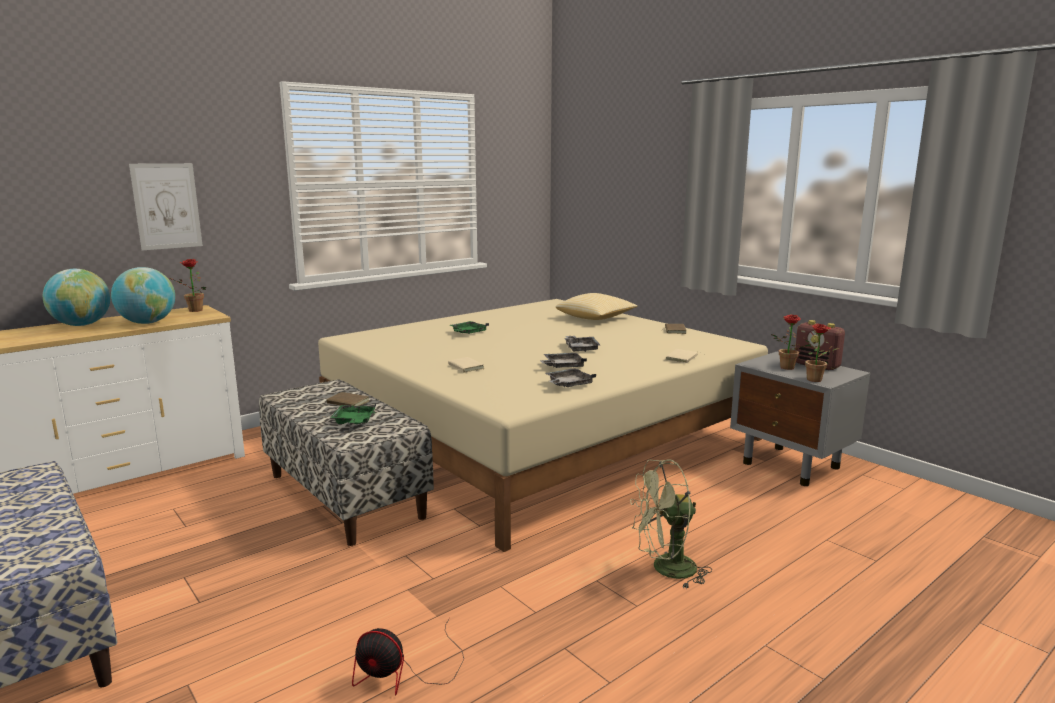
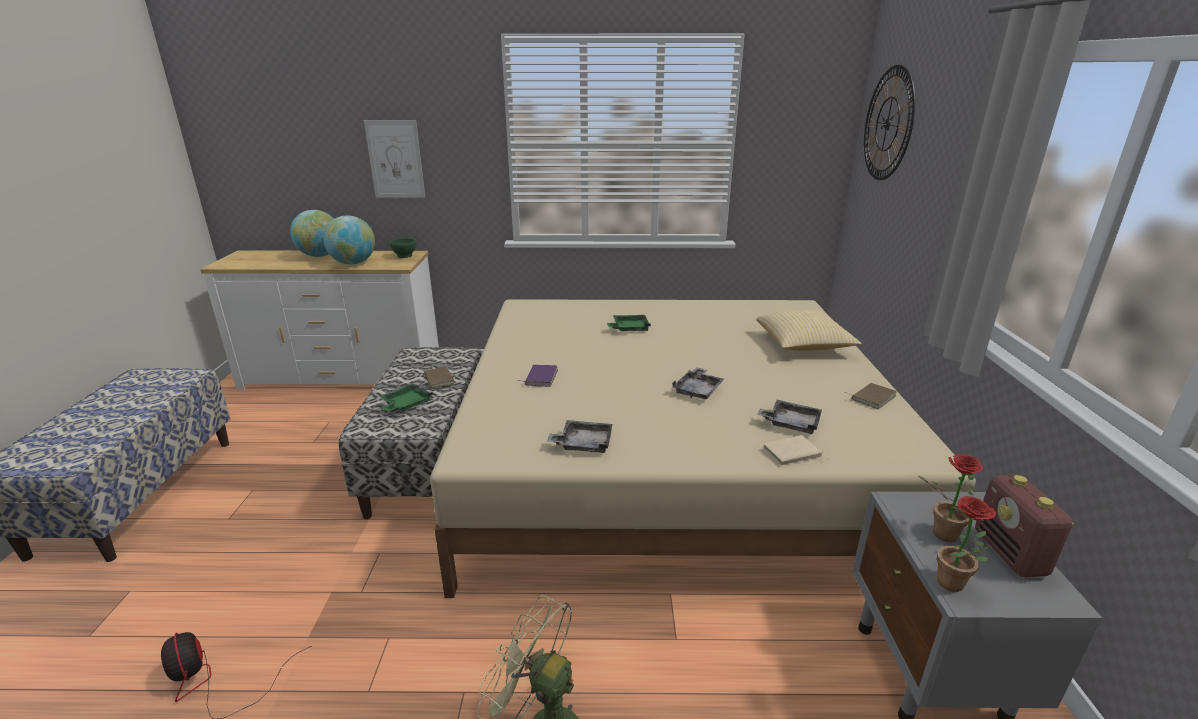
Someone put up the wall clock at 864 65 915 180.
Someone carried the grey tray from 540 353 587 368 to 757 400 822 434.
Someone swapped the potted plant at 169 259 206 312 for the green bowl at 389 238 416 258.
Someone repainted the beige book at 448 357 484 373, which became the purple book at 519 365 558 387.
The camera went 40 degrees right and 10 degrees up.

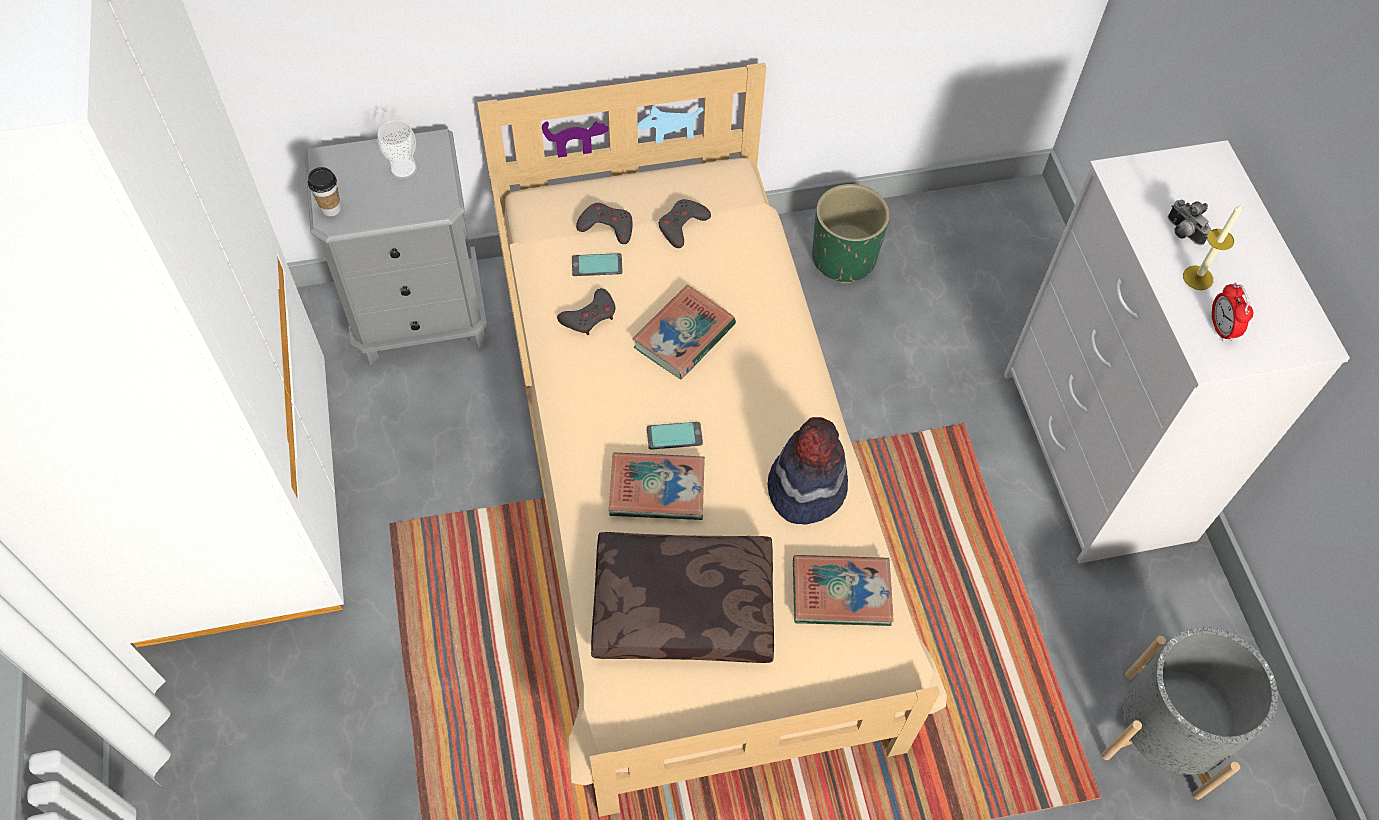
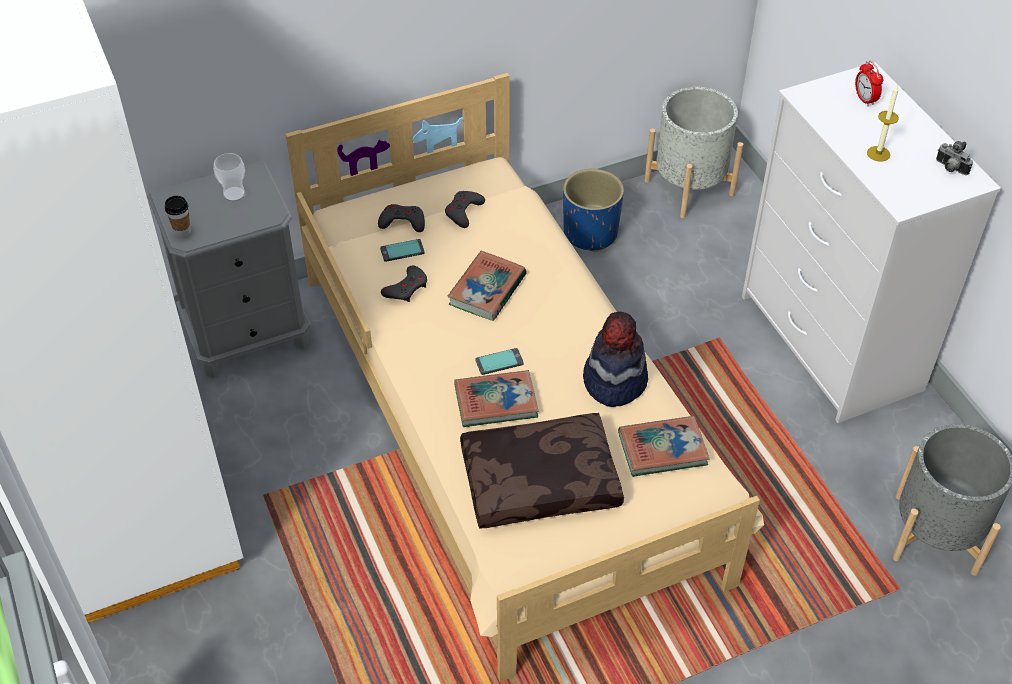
Someone put down the grey planter at 645 87 744 218.
Someone carried the photo camera from 1168 200 1211 245 to 936 141 973 175.
Someone carried the alarm clock from 1211 282 1253 342 to 855 61 883 107.
Someone repainted the green planter at 812 184 890 284, which became the blue planter at 563 169 624 252.
The camera went 10 degrees left and 10 degrees down.

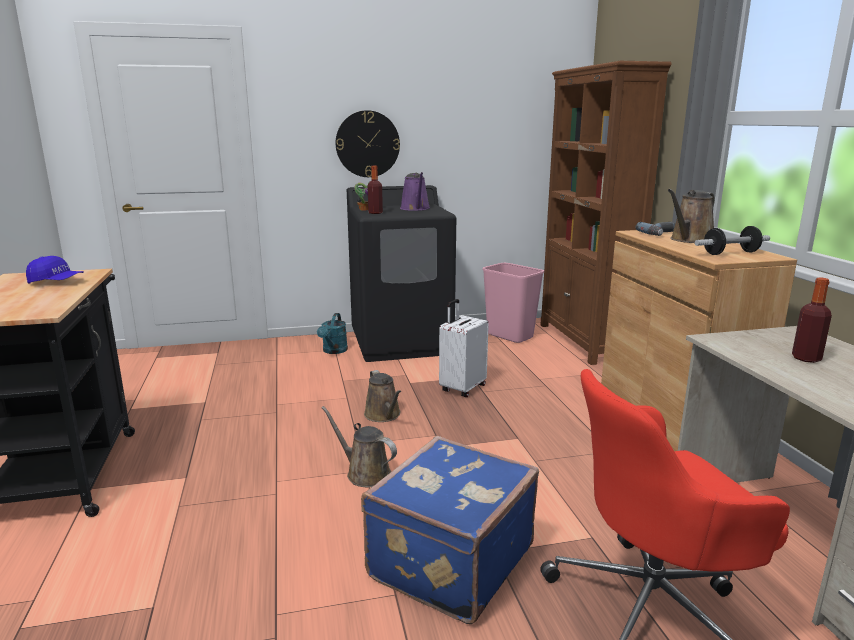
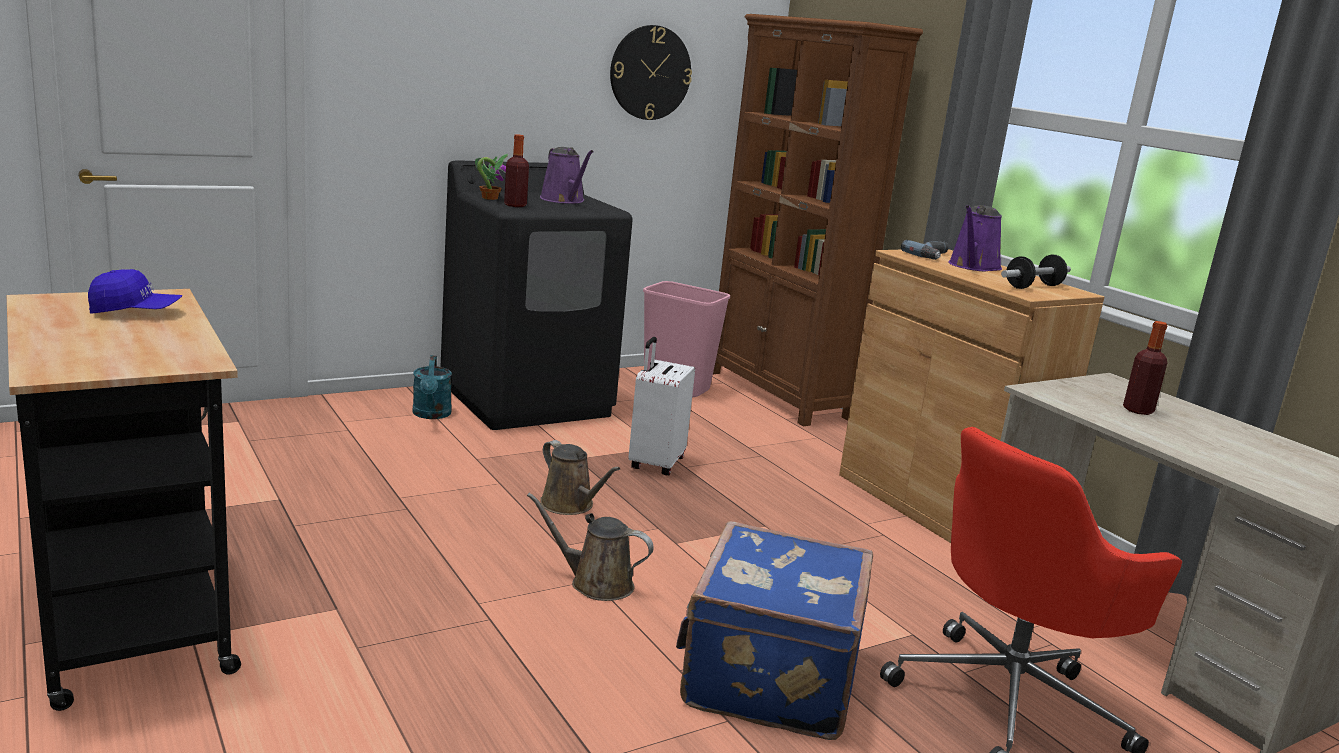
Someone carried the wall clock from 336 110 400 177 to 610 25 692 120.
Someone repainted the brown watering can at 668 189 715 243, which became the purple watering can at 948 205 1002 271.
The camera went 20 degrees left and 0 degrees up.

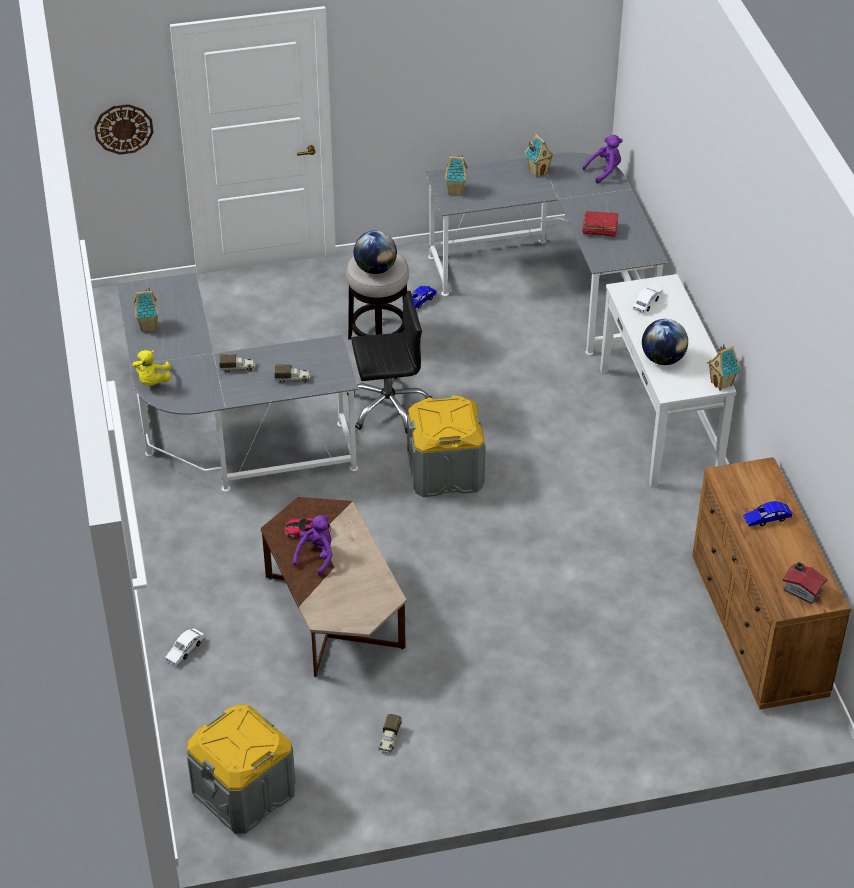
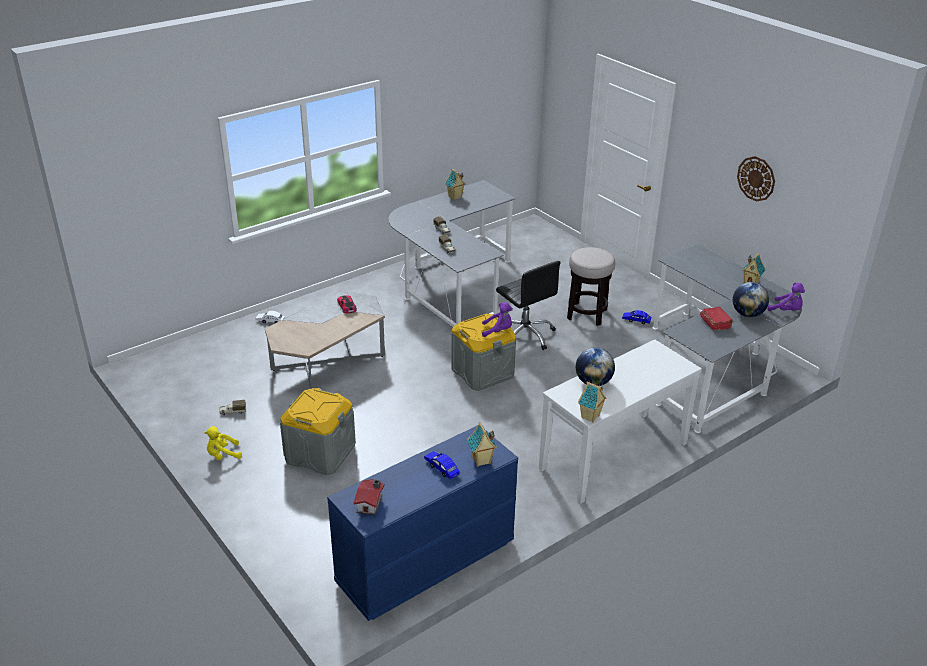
Someone took away the white toy car at 633 285 663 314.
Someone carried the wall clock from 94 104 154 155 to 737 156 775 201.
Someone carried the yellow plush toy from 132 350 172 386 to 204 426 242 460.
Someone carried the grey storage box from 187 705 296 834 to 280 388 356 475.
Someone carried the purple plush toy from 292 515 333 576 to 482 302 513 337.
Someone carried the globe from 354 231 397 274 to 733 282 769 317.
Someone carried the toy house from 445 155 468 195 to 467 422 497 467.
Someone repainted the brown coffee table at 261 497 406 677, which became the grey coffee table at 265 291 385 389.
Someone repainted the brown dresser at 692 457 851 710, which became the blue dresser at 327 425 518 621.
The camera went 65 degrees right and 10 degrees down.

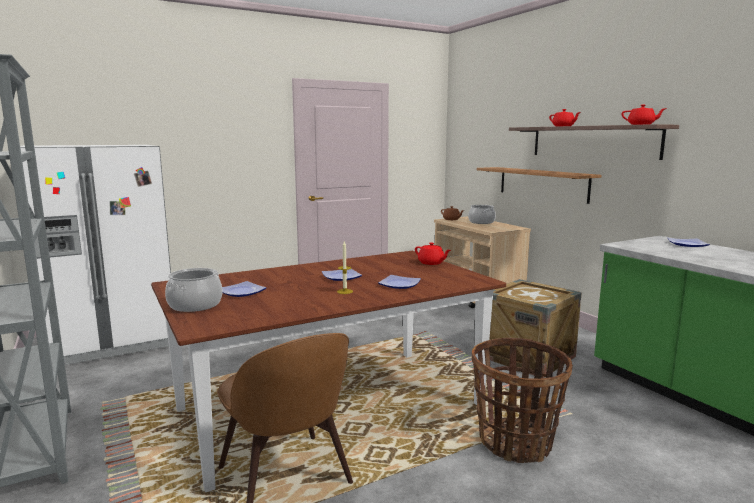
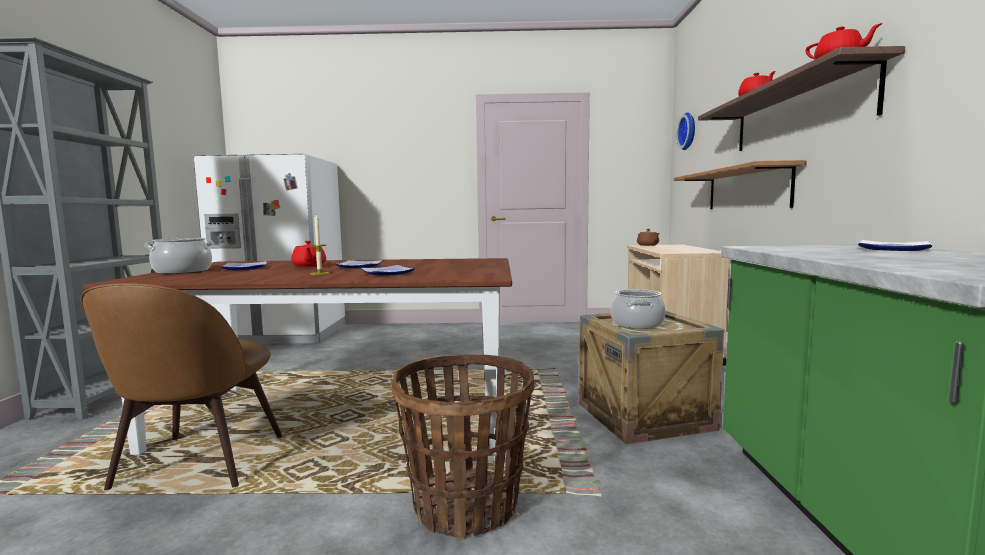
Someone put up the wall clock at 677 112 695 150.
Someone carried the red teapot from 415 242 451 265 to 291 241 326 267.
Someone carried the cooking pot from 468 205 496 224 to 611 289 666 329.
The camera went 30 degrees right and 5 degrees down.

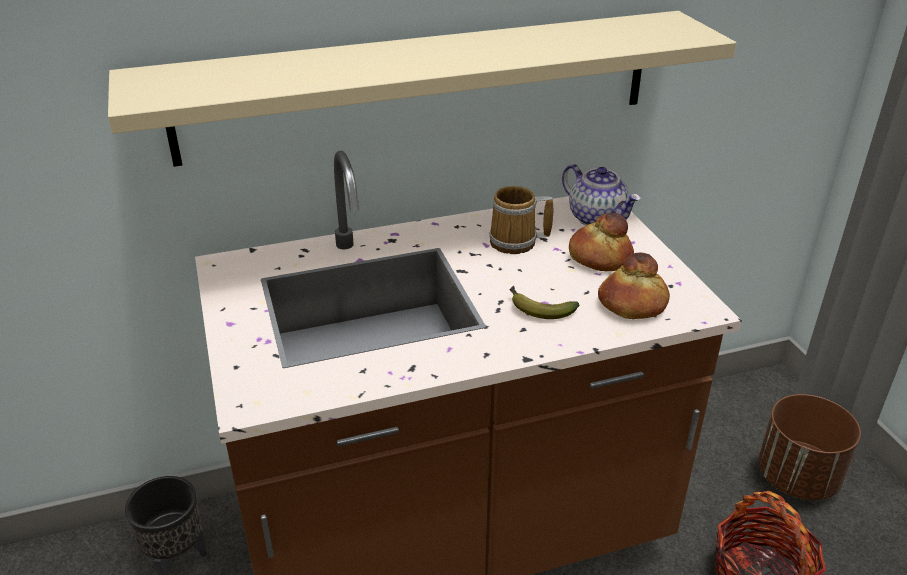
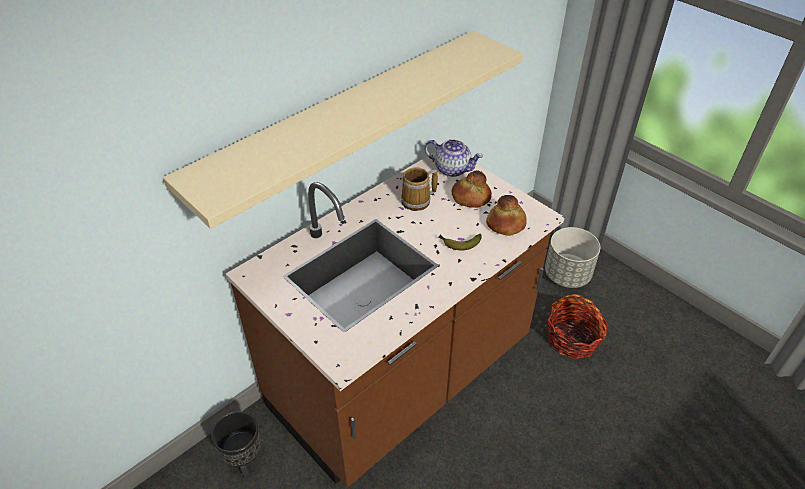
Someone repainted the brown planter at 758 394 861 500, which became the grey planter at 545 227 600 288.
The camera went 25 degrees left and 10 degrees up.

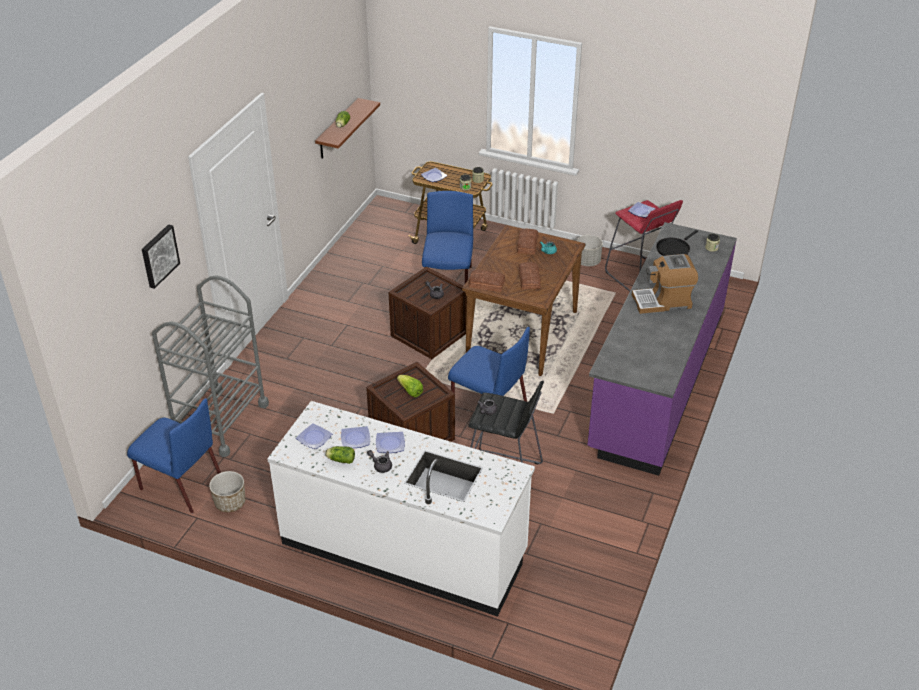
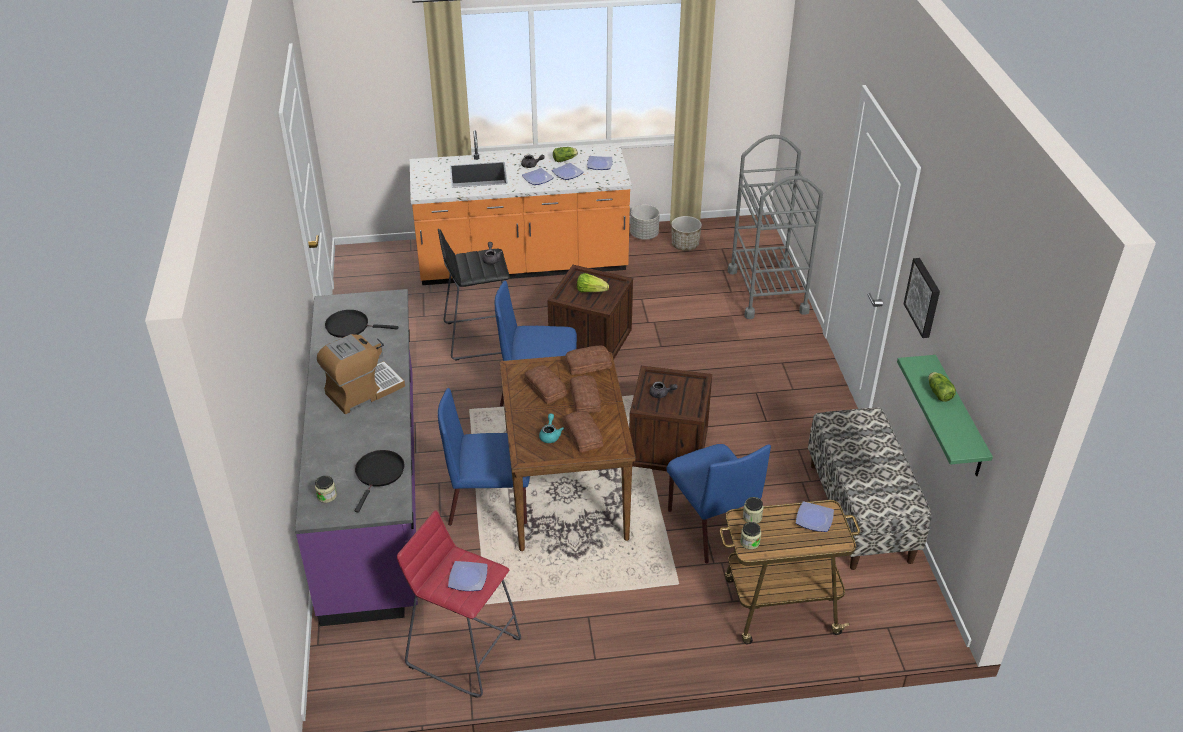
Someone put down the black frying pan at 325 310 399 338.
Someone put down the bread at 570 375 601 413.
Someone put down the bench at 808 408 932 570.
Someone carried the blue chair from 127 398 221 513 to 438 388 530 526.
Someone carried the picture from 142 224 180 289 to 904 258 940 338.
Someone carried the grey planter from 577 235 603 266 to 630 205 660 240.
Someone repainted the white counter at 267 401 535 617, which became the orange counter at 410 130 632 285.
Someone repainted the brown shelf at 315 98 380 159, which became the green shelf at 897 355 993 476.
The camera went 150 degrees right and 0 degrees up.

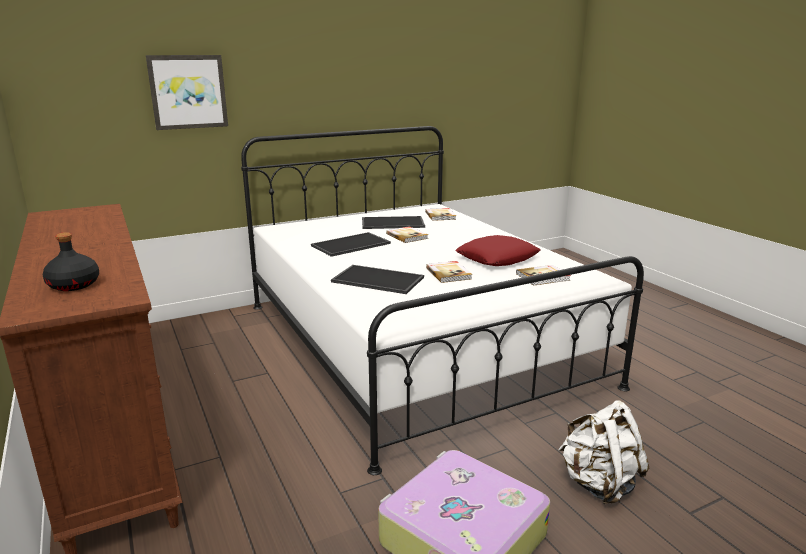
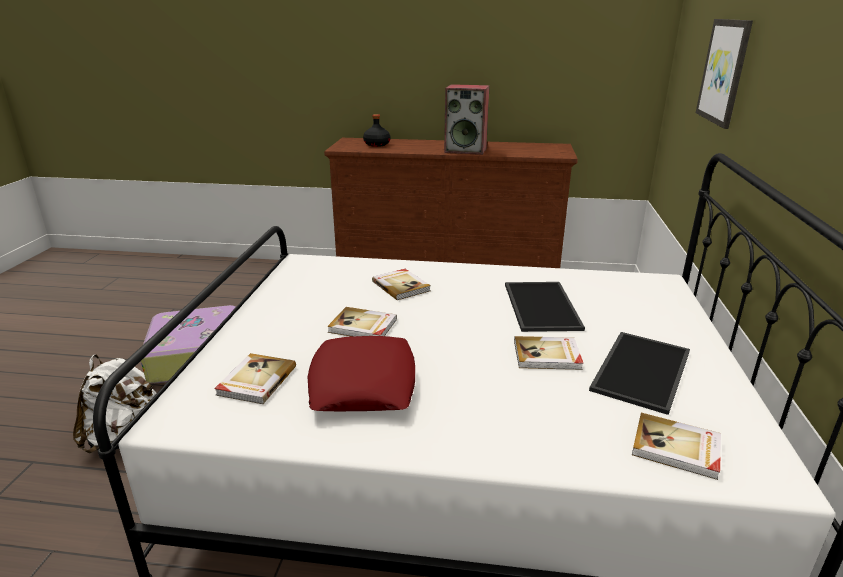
Someone put down the speaker at 444 84 490 155.
Someone swapped the tray at 331 265 424 294 for the book at 372 269 431 300.
The camera went 125 degrees right and 5 degrees up.

